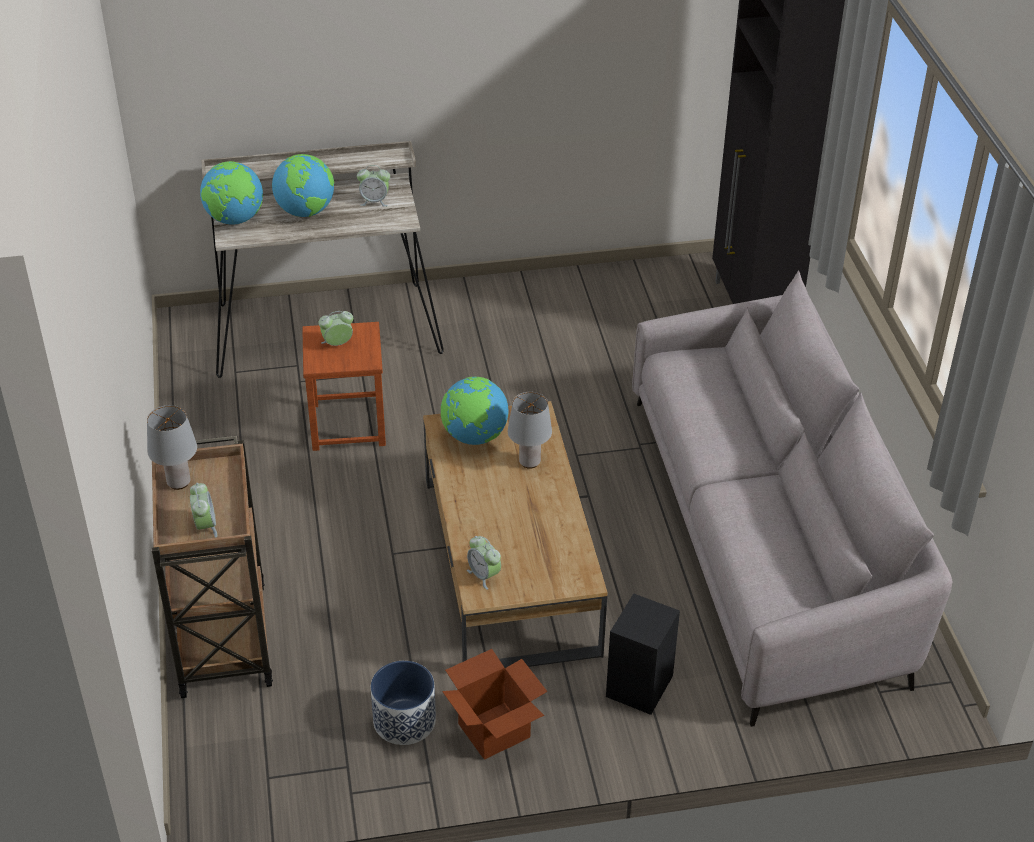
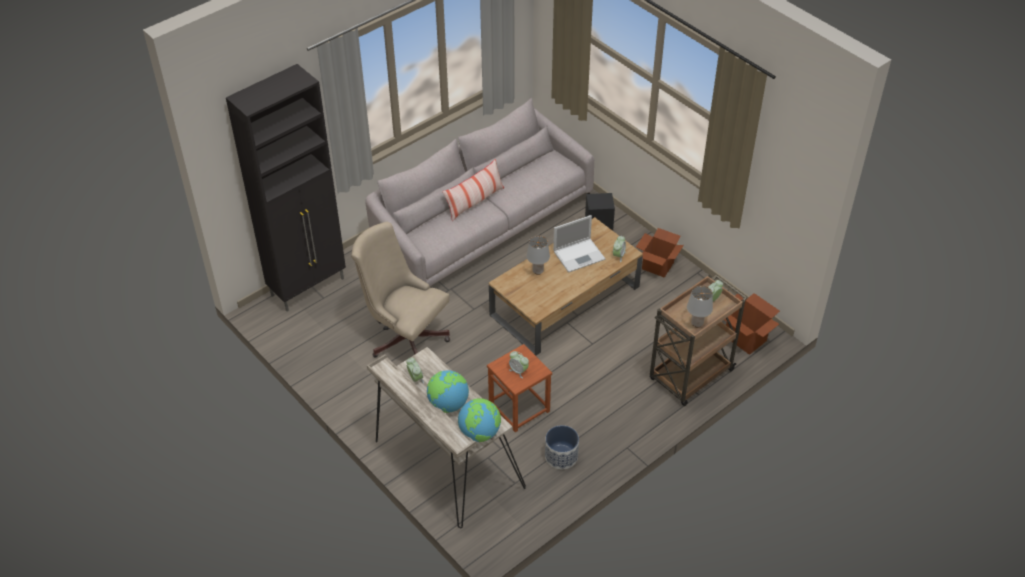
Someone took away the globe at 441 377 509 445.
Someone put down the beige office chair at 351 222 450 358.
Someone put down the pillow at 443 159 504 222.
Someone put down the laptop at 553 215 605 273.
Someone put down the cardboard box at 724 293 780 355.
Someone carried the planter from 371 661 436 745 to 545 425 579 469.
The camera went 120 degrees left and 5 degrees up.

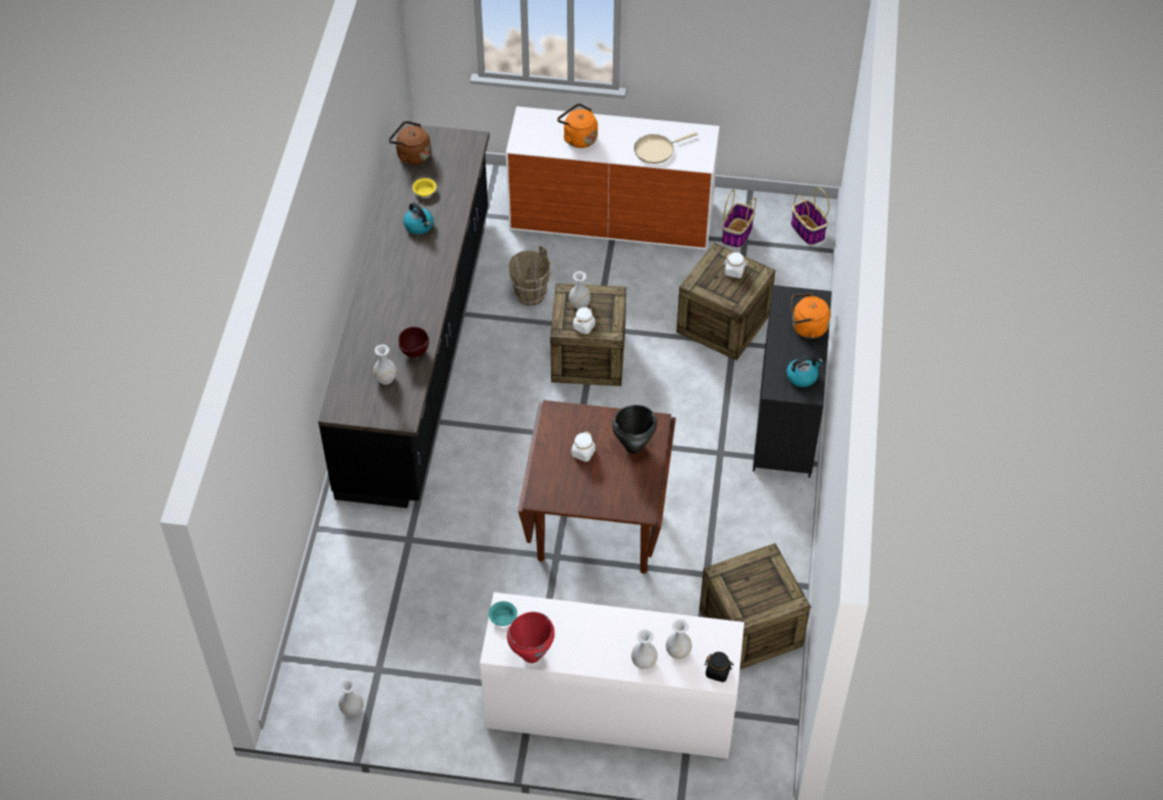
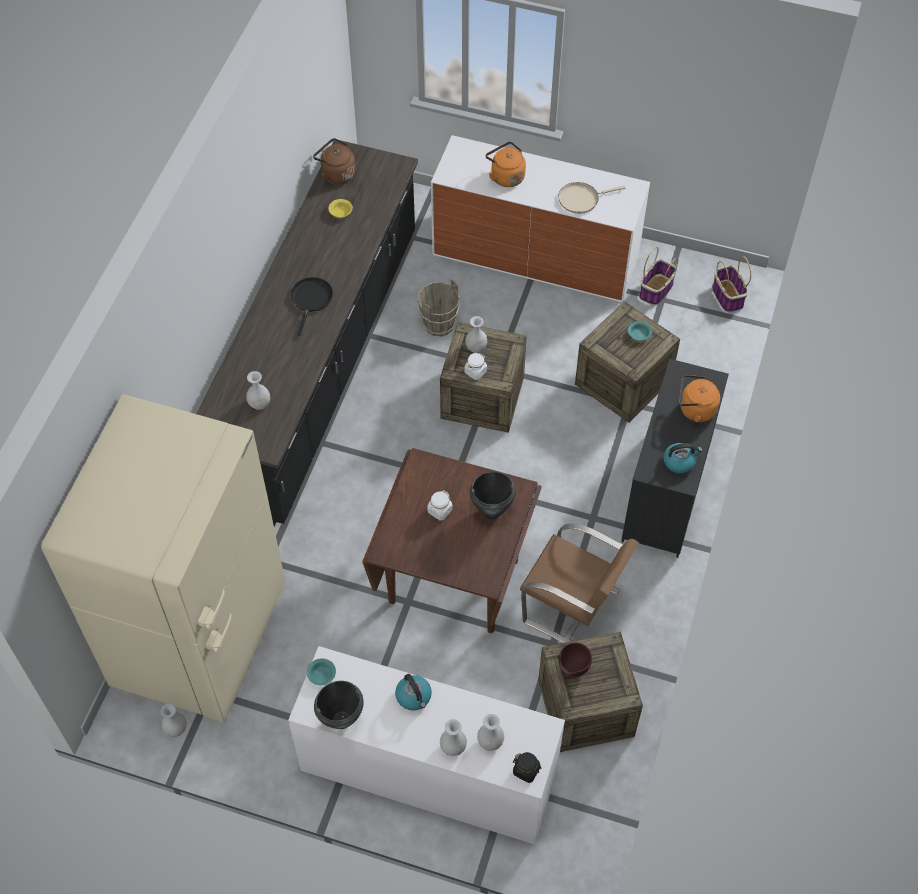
Someone put down the beige fridge at 41 394 286 723.
Someone put down the black frying pan at 291 277 333 336.
Someone put down the brown chair at 520 523 639 643.
Someone carried the brown bowl from 398 327 429 357 to 559 642 592 677.
Someone carried the kettle from 403 202 434 234 to 395 674 432 711.
Someone swapped the white jar at 724 252 748 278 for the turquoise bowl at 628 321 652 341.
Someone repainted the red cooking pot at 507 612 555 663, which became the black cooking pot at 314 681 364 729.
The camera went 10 degrees right and 5 degrees up.

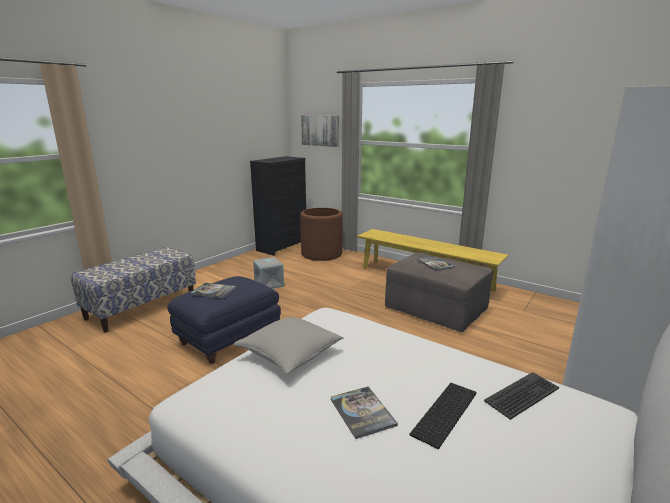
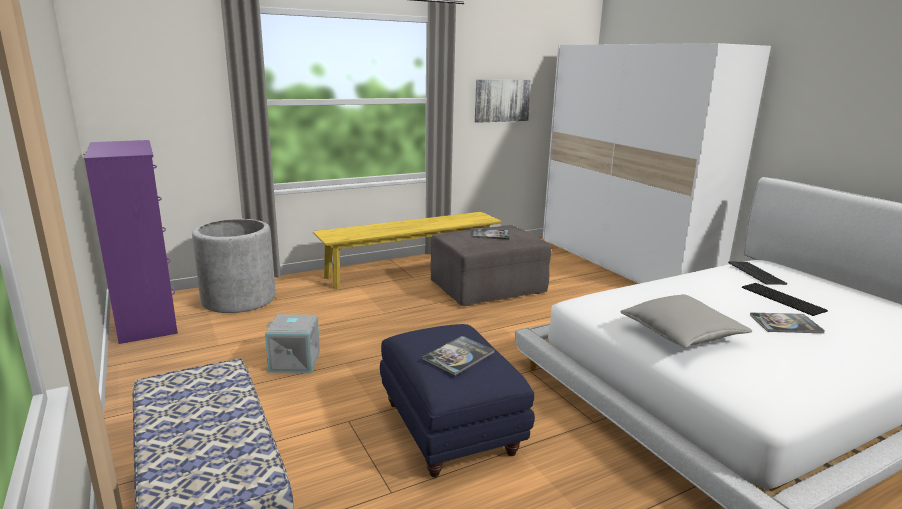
Someone carried the picture from 301 115 339 147 to 475 80 531 123.
Someone repainted the black dresser at 250 156 306 256, which became the purple dresser at 83 140 178 344.
Someone repainted the brown planter at 300 208 343 261, which became the grey planter at 192 219 276 313.
The camera went 65 degrees left and 0 degrees up.

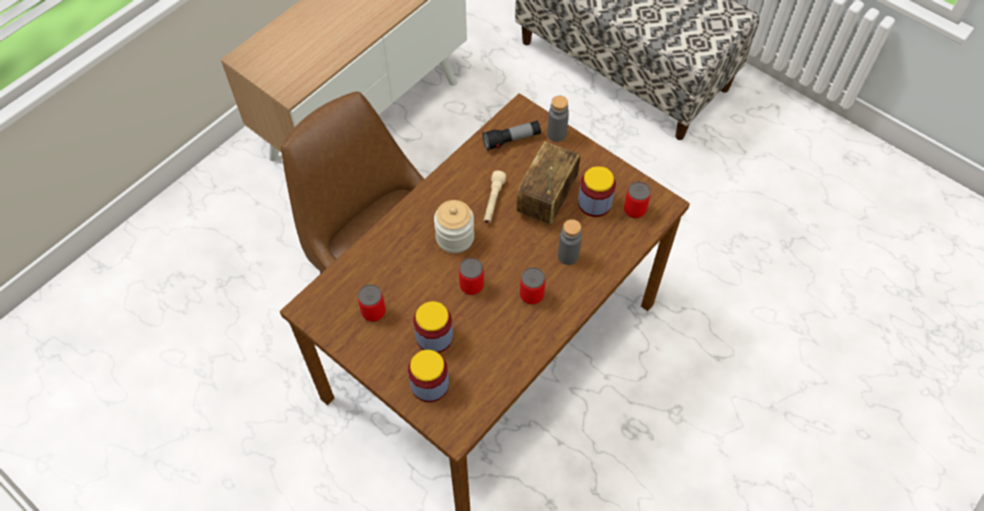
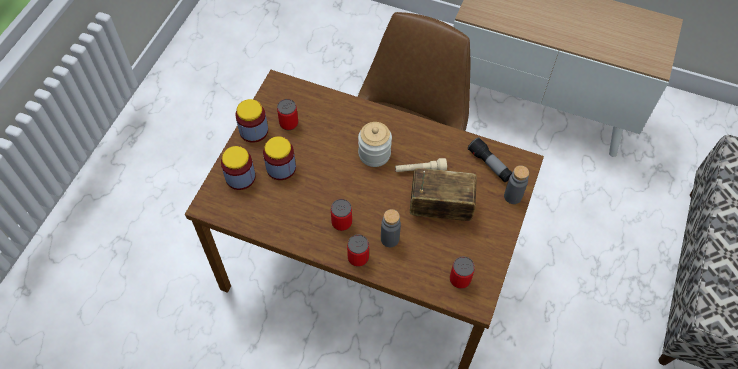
Someone carried the can from 459 258 484 295 to 347 235 369 266.
Someone carried the jar from 578 166 616 217 to 235 99 268 143.
The camera went 70 degrees right and 0 degrees up.

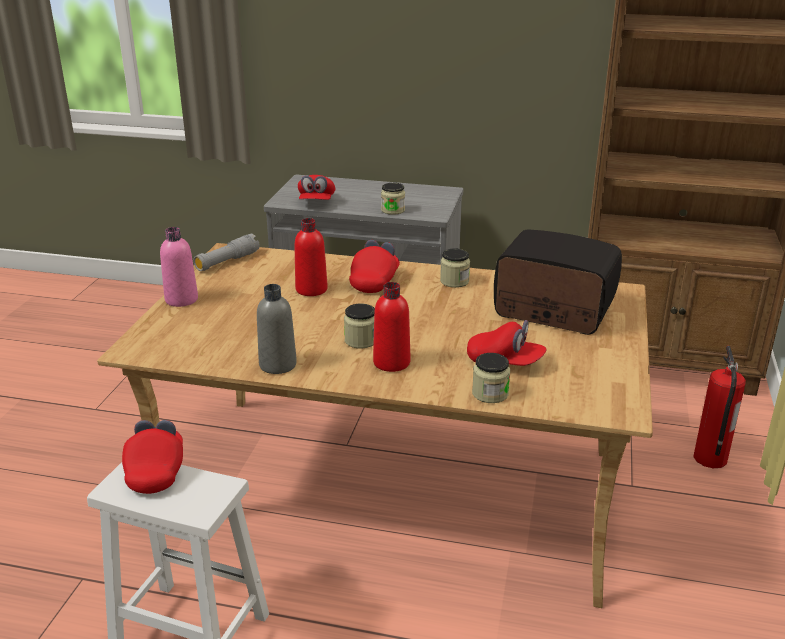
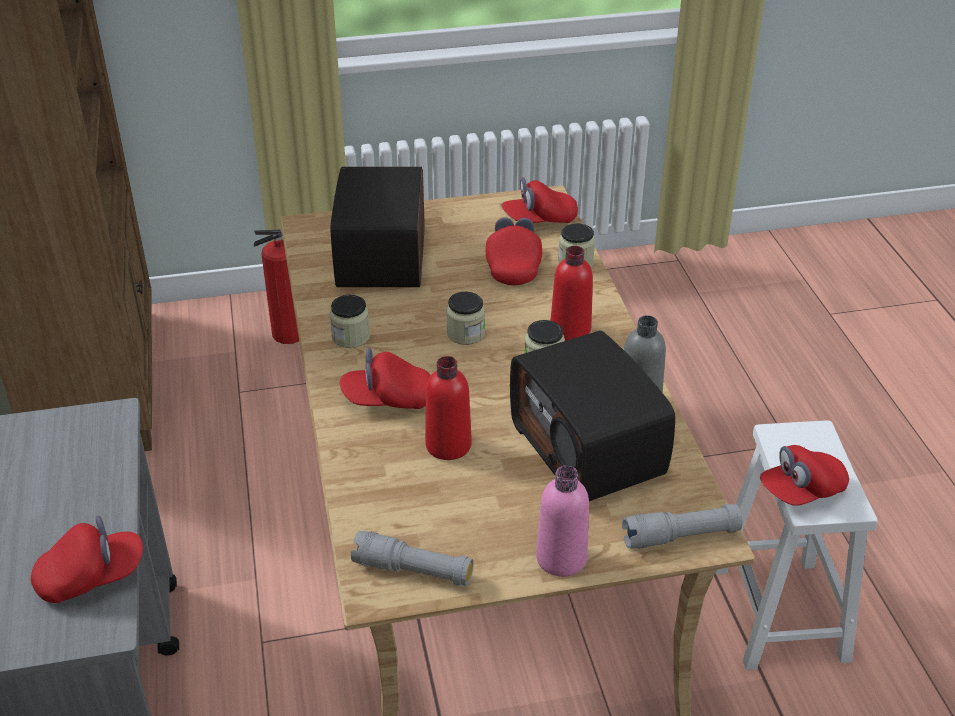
Someone put down the red cap at 502 177 578 223.
Someone put down the radio at 510 330 675 501.
Someone put down the grey flashlight at 622 504 742 549.
Someone carried the jar from 381 183 405 215 to 446 292 485 345.
The camera went 115 degrees left and 10 degrees up.

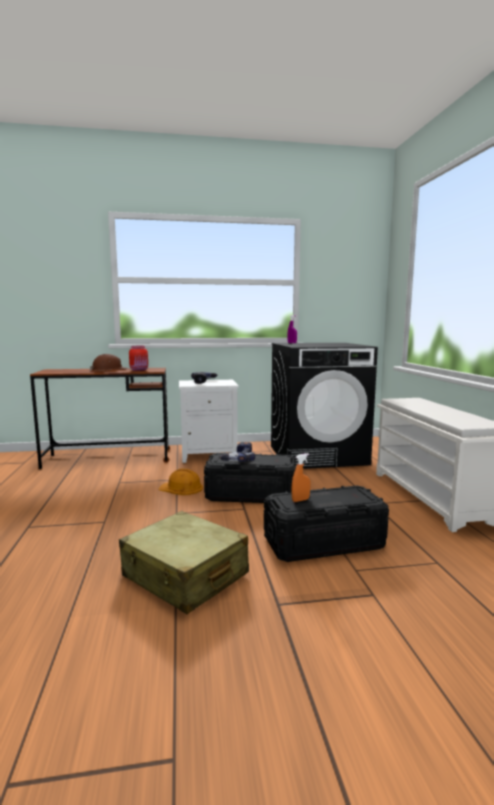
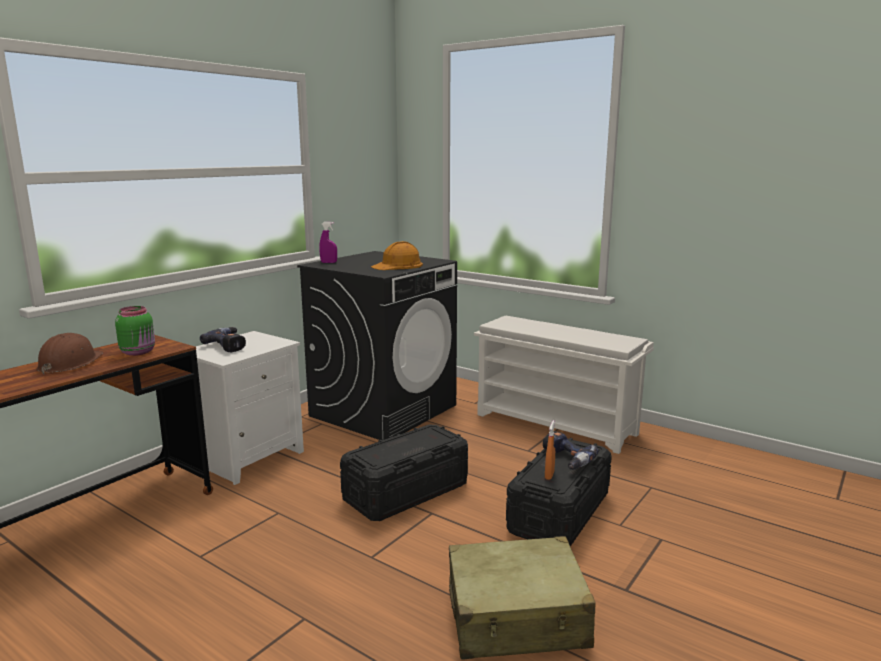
Someone carried the orange hard hat from 158 469 203 495 to 371 241 423 270.
Someone carried the power drill from 220 442 255 462 to 543 431 599 470.
Someone repainted the red jar at 129 346 148 371, which became the green jar at 115 306 155 356.
The camera went 45 degrees left and 5 degrees up.

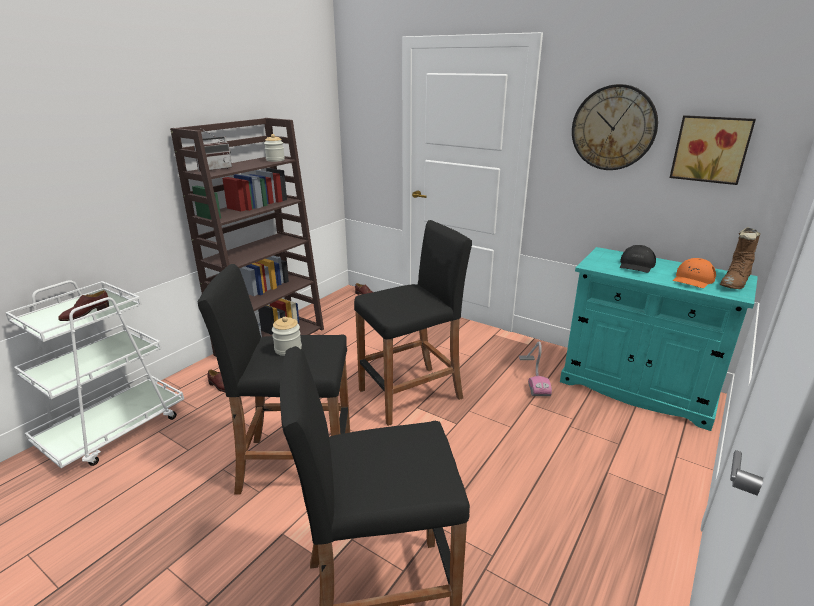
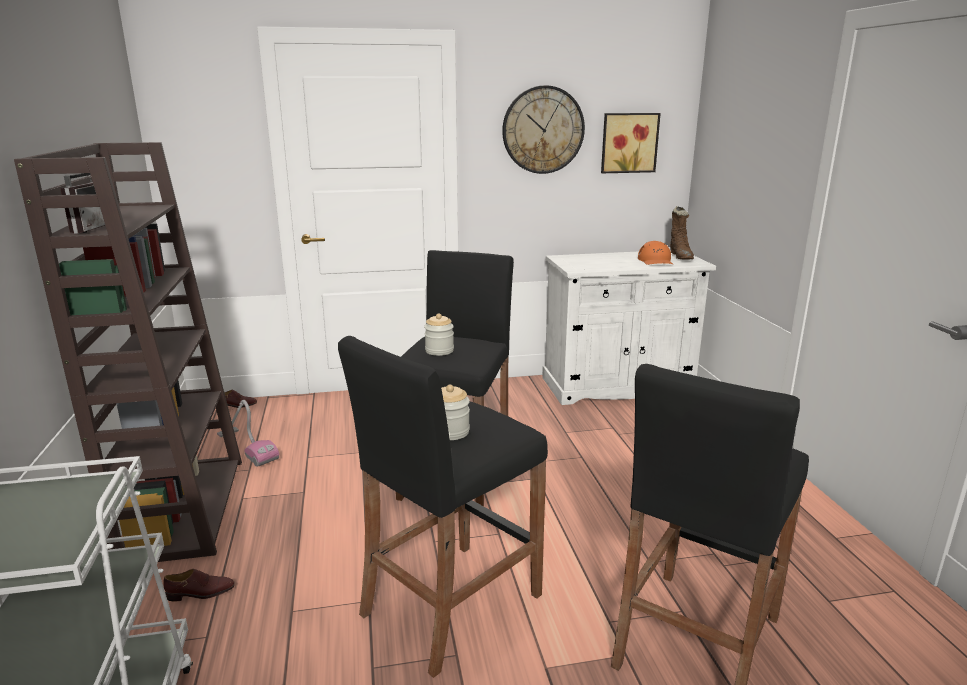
Someone took away the brown shoe at 58 290 109 321.
Someone took away the black cap at 620 245 656 273.
Someone carried the jar from 264 134 285 162 to 424 313 454 356.
Someone carried the vacuum cleaner from 519 341 552 396 to 217 400 279 467.
Someone repainted the turquoise cabinet at 560 247 758 431, which became the white cabinet at 542 250 716 405.
The camera went 45 degrees left and 5 degrees down.

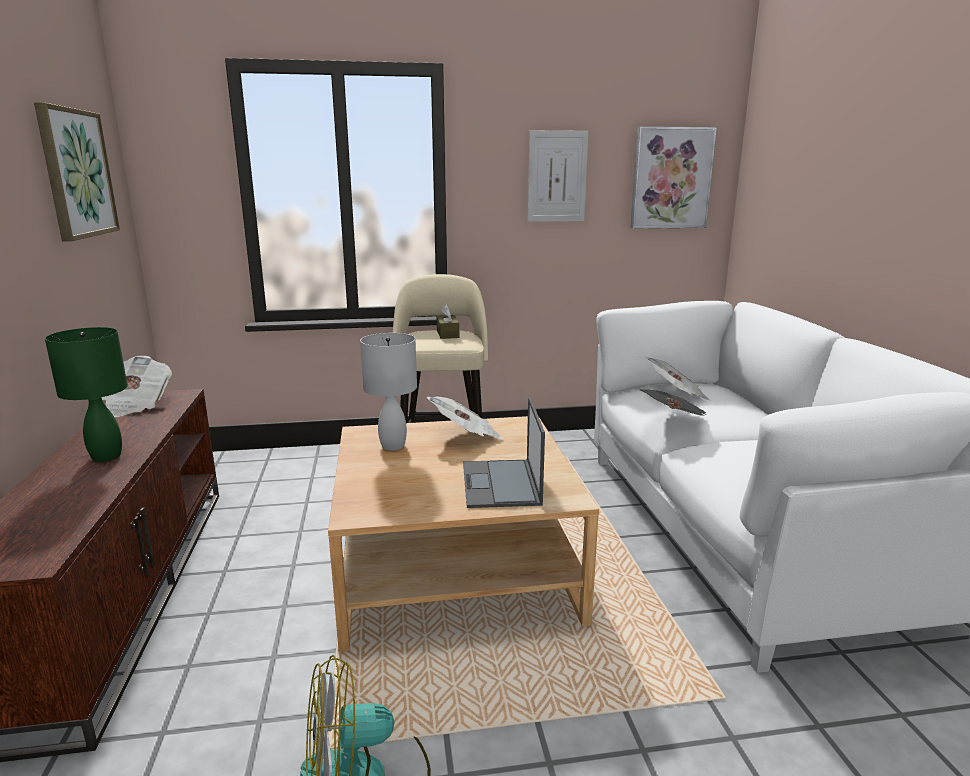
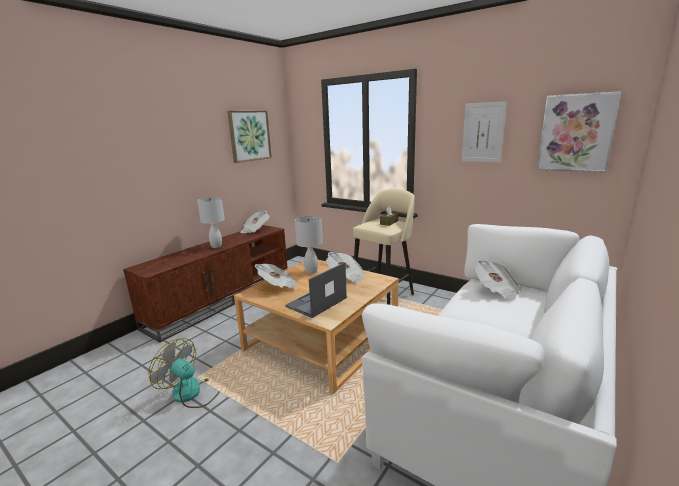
Someone carried the newspaper from 638 389 706 416 to 255 264 298 289.
Someone repainted the green table lamp at 45 327 128 462, which became the white table lamp at 197 197 225 248.
The camera went 45 degrees right and 0 degrees up.

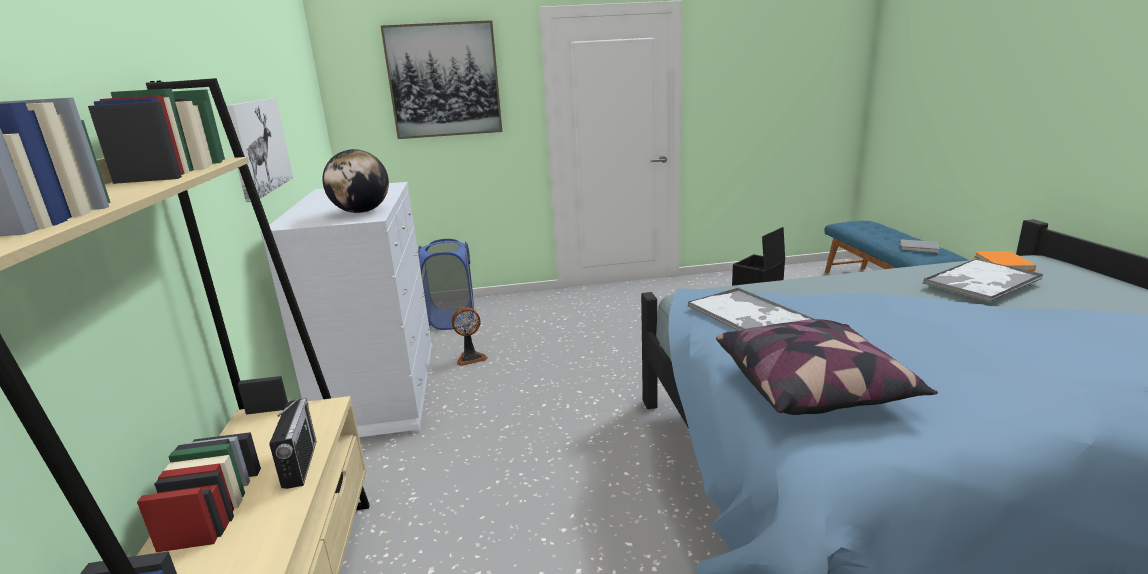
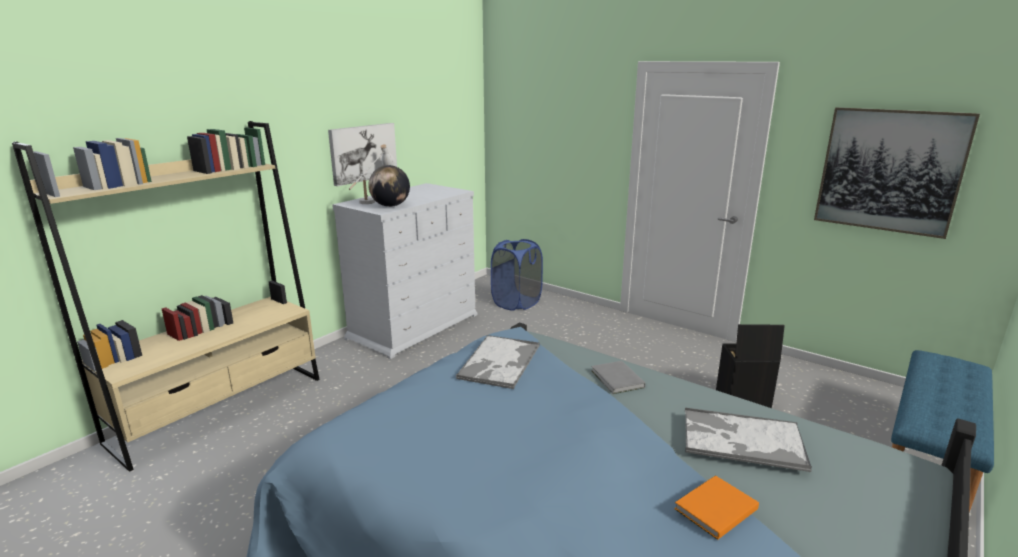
Someone took away the radio at 269 398 317 489.
Someone took away the fan at 451 307 488 366.
Someone took away the pillow at 716 319 938 415.
Someone put down the white table lamp at 349 144 396 204.
Someone carried the picture from 381 20 502 139 to 814 107 980 239.
Someone carried the grey book from 900 239 940 253 to 591 361 645 394.
Someone carried the orange book from 974 251 1036 271 to 674 475 759 540.
The camera went 45 degrees right and 0 degrees up.

